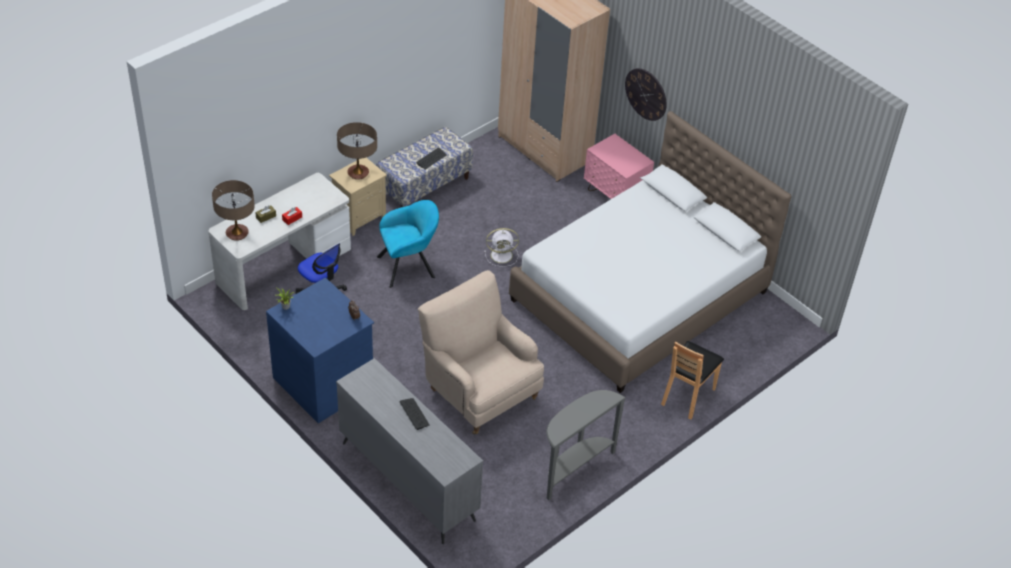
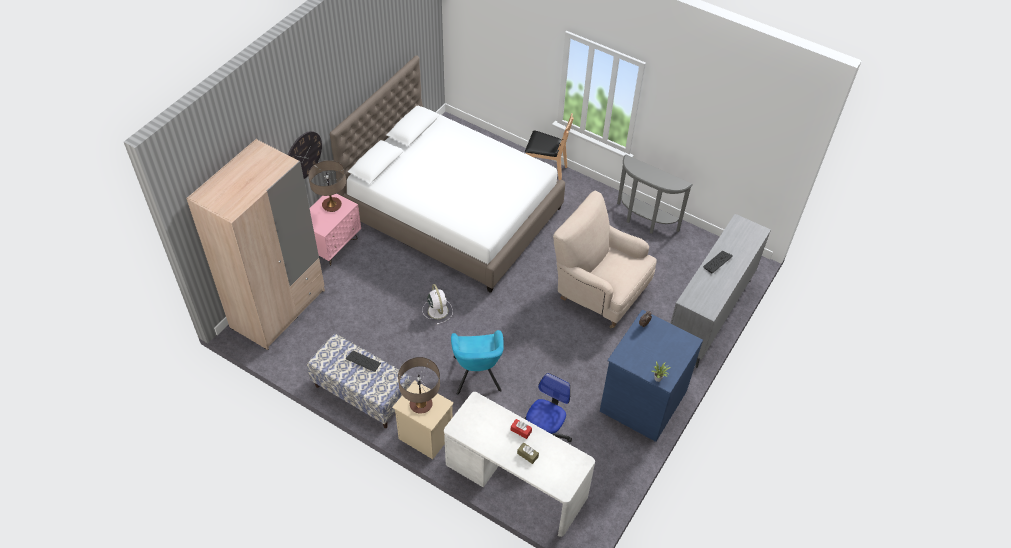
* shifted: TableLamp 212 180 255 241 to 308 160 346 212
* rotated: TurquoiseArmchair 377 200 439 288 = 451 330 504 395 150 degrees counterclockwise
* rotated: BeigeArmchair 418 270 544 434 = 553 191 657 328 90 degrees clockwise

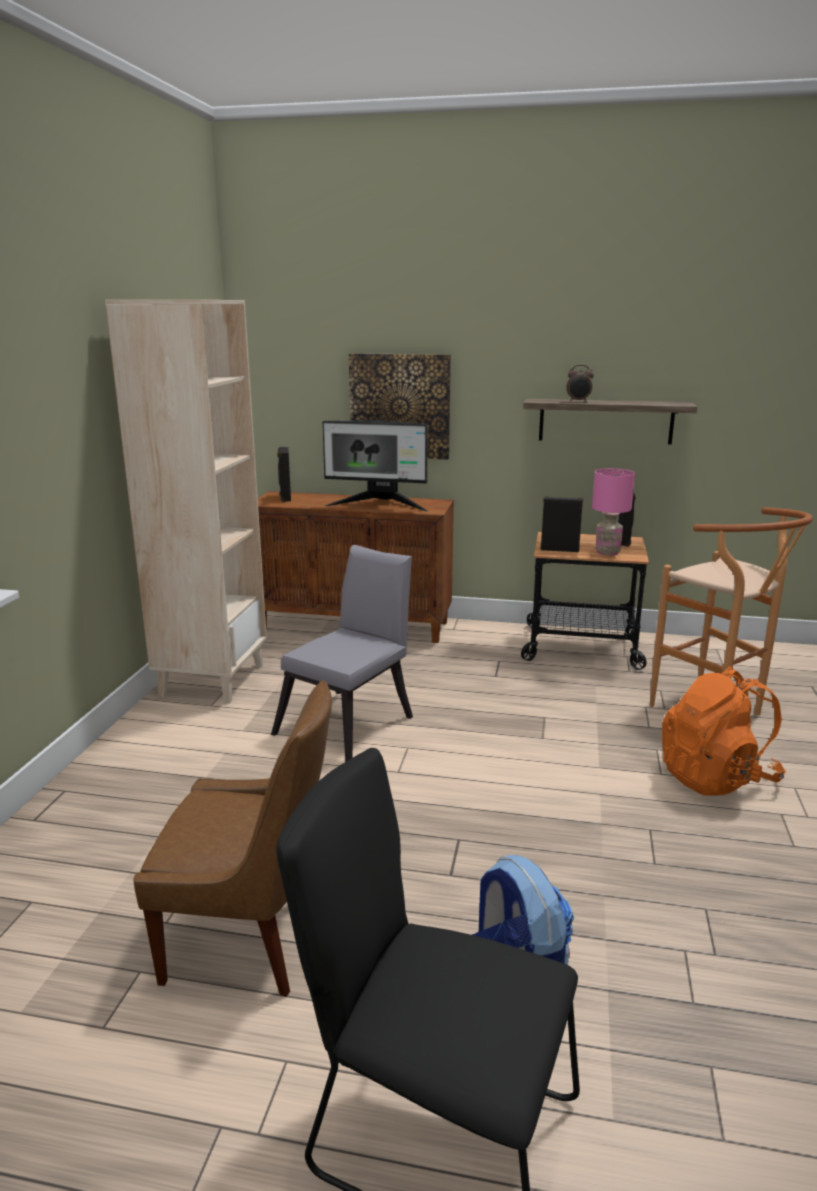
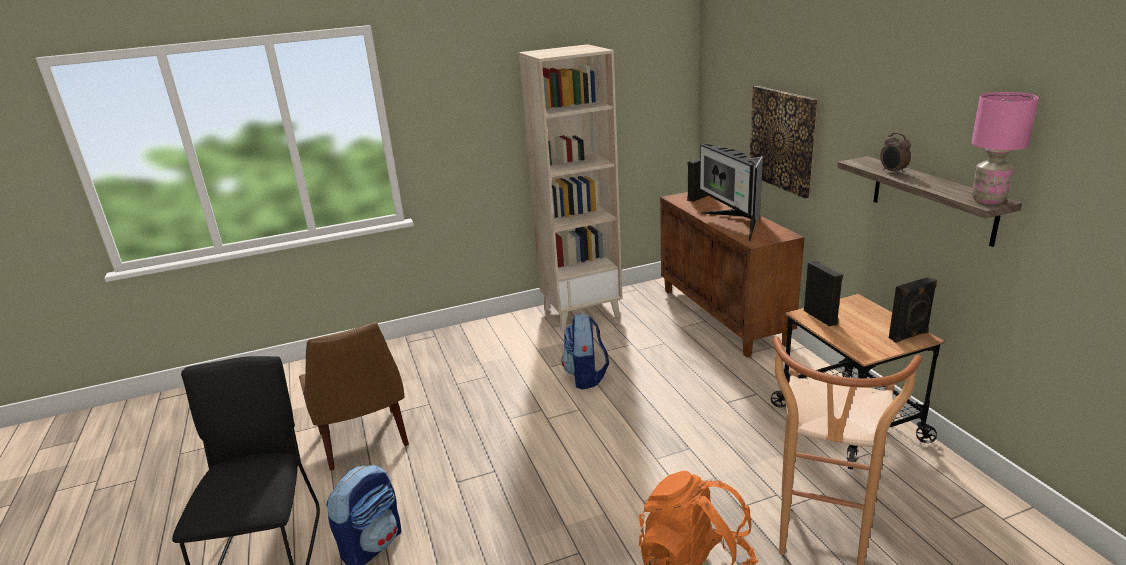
* swapped: GreyChair 271 545 413 762 to Backpack 561 313 609 390
* shifted: PinkTableLamp 592 468 635 556 to 972 92 1039 204

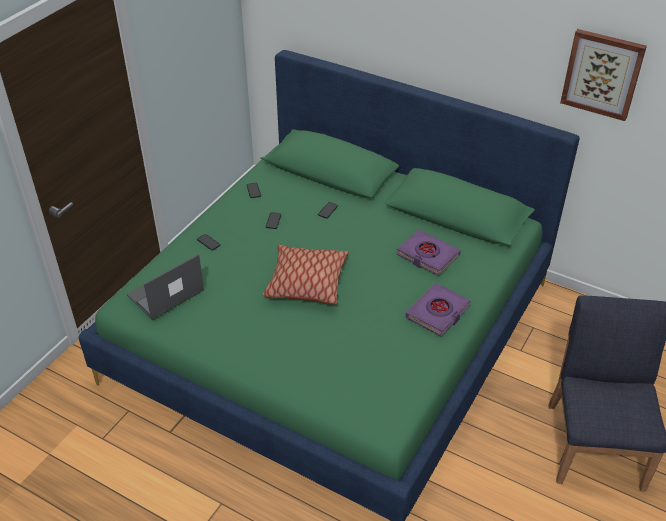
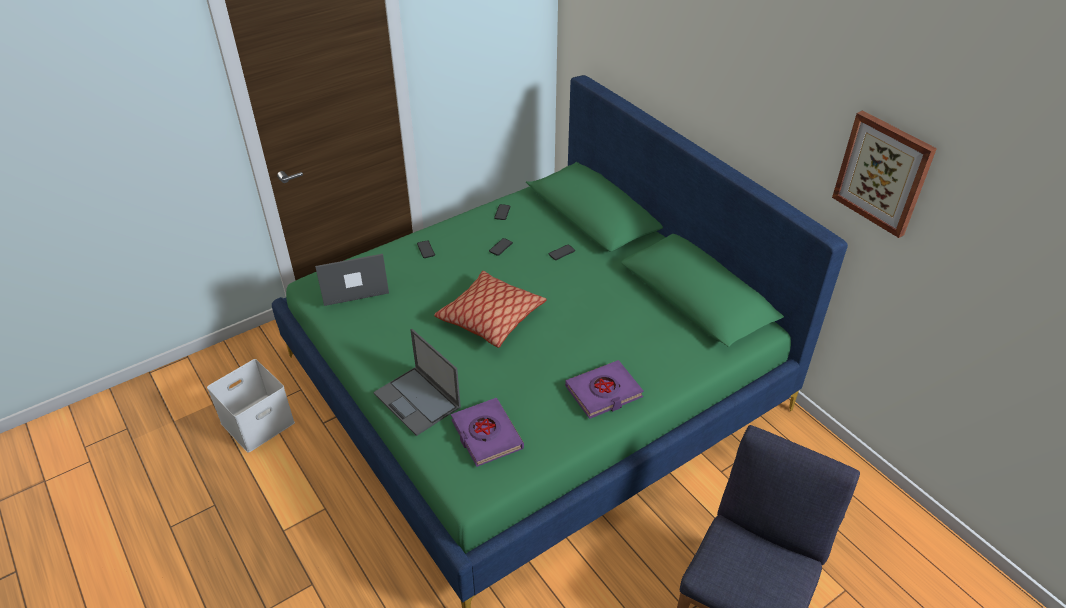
* new: WhiteStorageBox 207 359 295 453
* new: Laptop 373 329 461 436
* shifted: PurpleBook 397 230 461 276 to 451 398 524 467

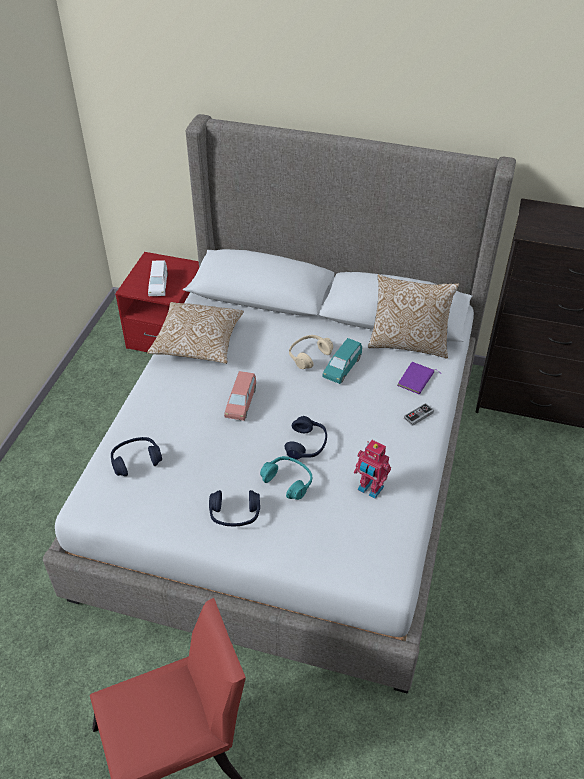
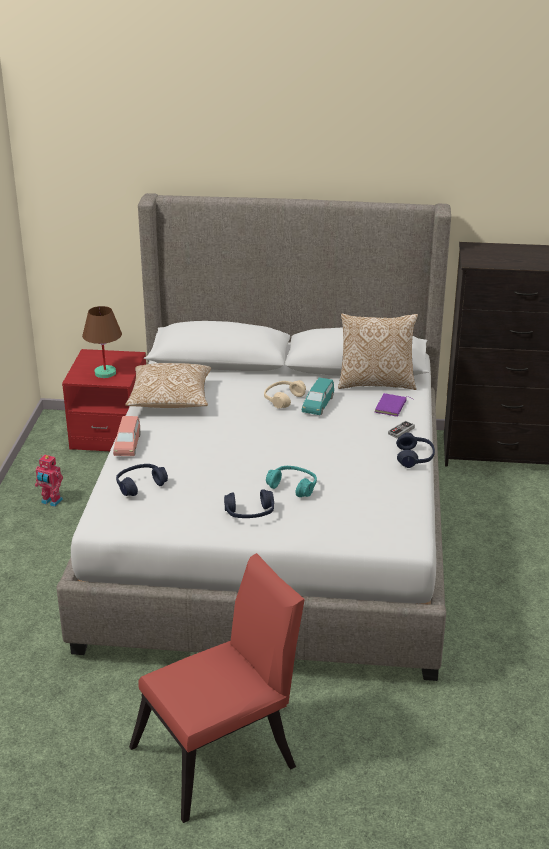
* shifted: ToyRobot 354 440 391 499 to 35 455 63 507
* swapped: WhiteToyCar 148 260 168 296 to BrownTableLamp 82 306 122 378
* shifted: PinkToyCar 224 371 256 421 to 113 416 140 456
* shifted: BlueHeadphones 285 416 327 460 to 396 432 435 468

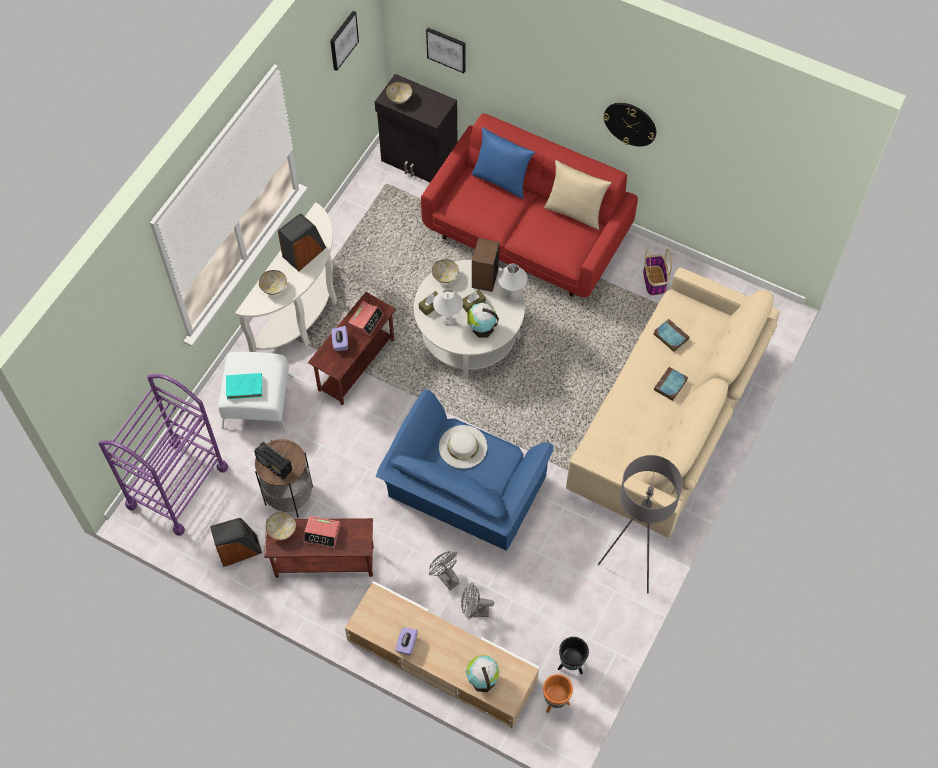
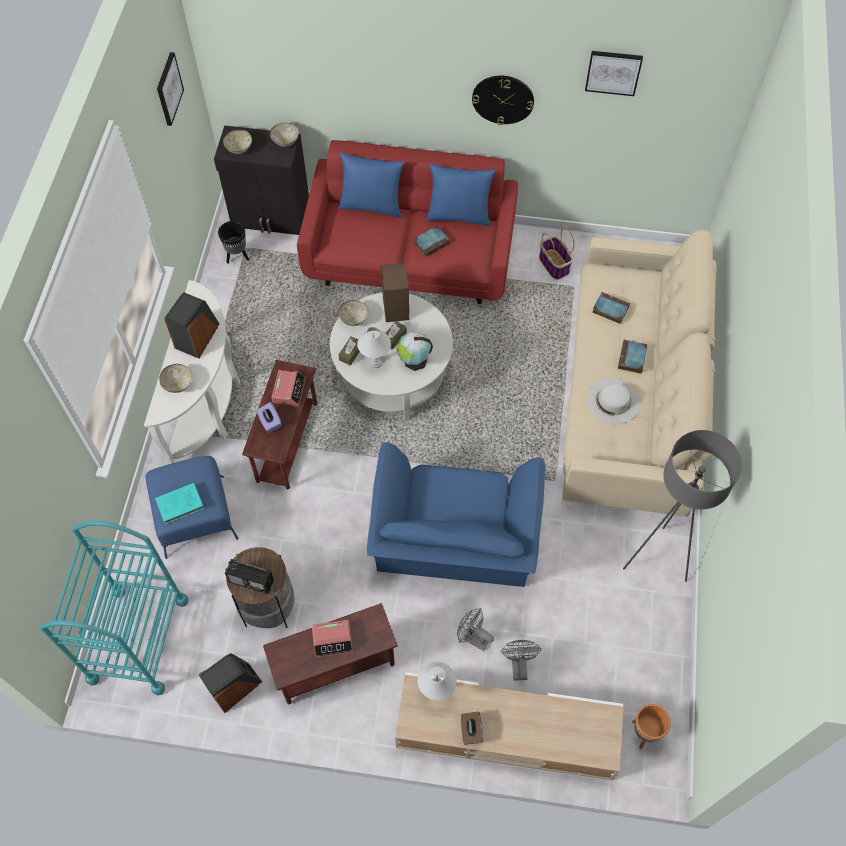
* repainted: PurpleCart 99 374 228 536 to TurquoiseCart 40 521 188 696
* repainted: WhiteOttoman 218 352 294 433 to BlueOttoman 146 456 238 559
* shifted: BlackPlanter 558 637 589 674 to 218 221 249 263
* shifted: Bowl 265 512 296 540 to 270 123 299 147
* new: Book 414 226 450 257
* shifted: WhiteTableLamp 498 263 528 300 to 418 662 456 700
* repainted: BeigePillow 544 160 612 230 to BluePillow 426 164 496 227
* repainted: PurpleTissueBox 395 627 418 655 to BrownTissueBox 461 711 483 745
* rotated: GreyFan 461 583 494 619 = 500 640 542 681 105 degrees clockwise
* shifted: Picture 426 28 466 73 to 585 51 643 96
* shifted: WhiteHat 439 425 487 469 to 587 378 641 424
* gone: Globe 466 655 500 692

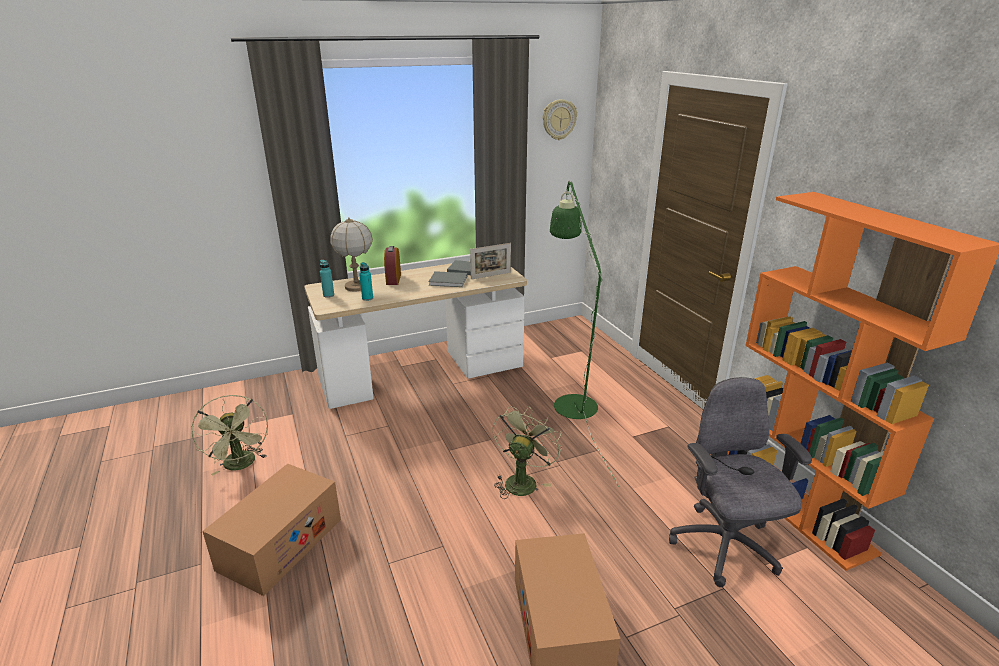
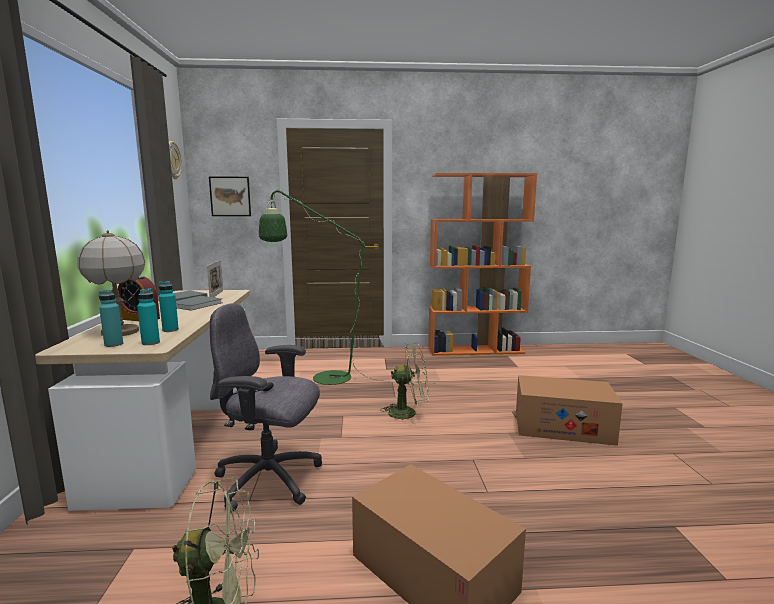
* new: TurquoiseBottle 137 288 160 345
* new: Picture 209 177 251 216
* shifted: GreyOfficeChair 669 377 812 587 to 210 303 322 513
* rotated: GreenFan 493 406 562 499 = 380 342 429 424 135 degrees clockwise

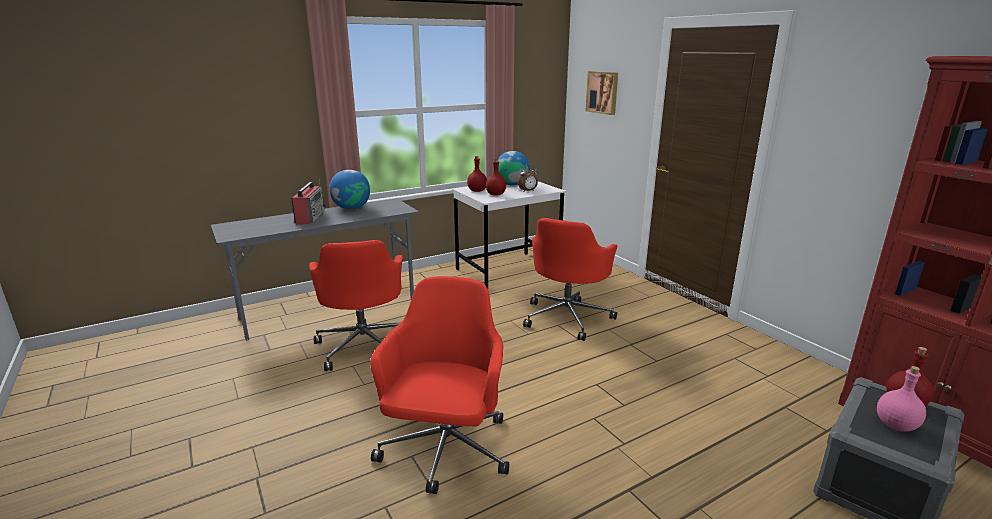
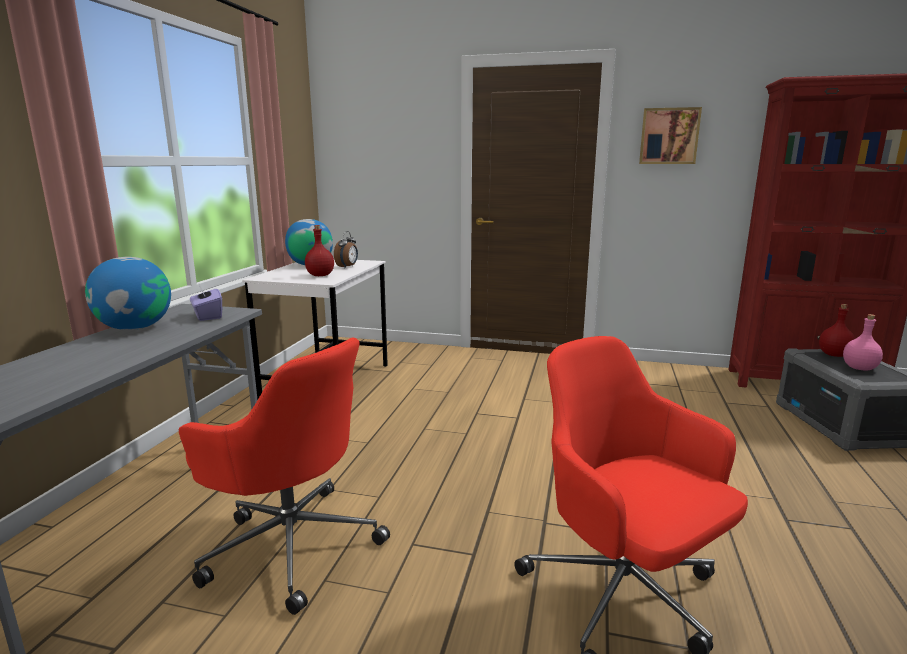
* new: PurpleTissueBox 190 284 222 321
* shifted: Picture 586 71 618 115 to 639 107 702 164
* gone: Radio 291 180 326 225
* gone: RedBottle 467 156 487 192
* gone: RedOfficeChair 523 218 618 341

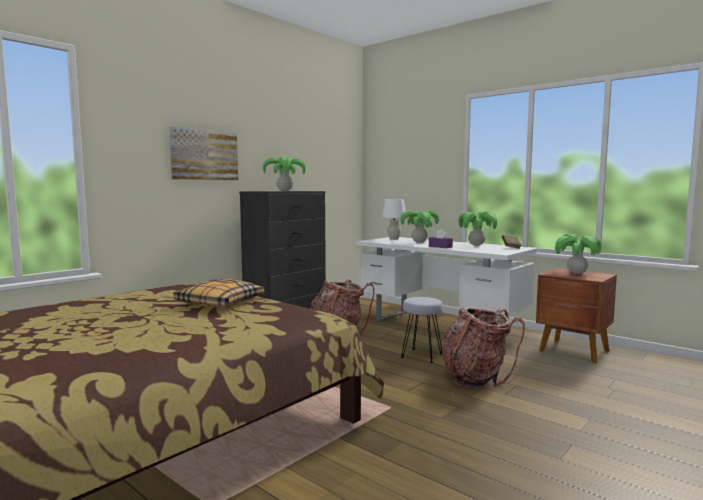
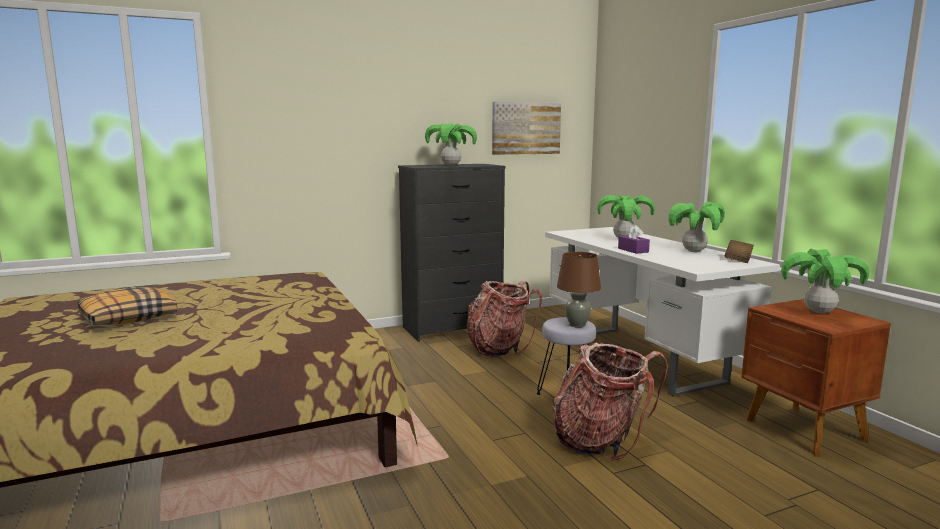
* shifted: Pillow 173 279 264 308 to 78 287 177 325
* shifted: Picture 169 126 238 180 to 492 102 561 155
* new: BrownTableLamp 557 252 601 328
* gone: WhiteTableLamp 382 199 405 240

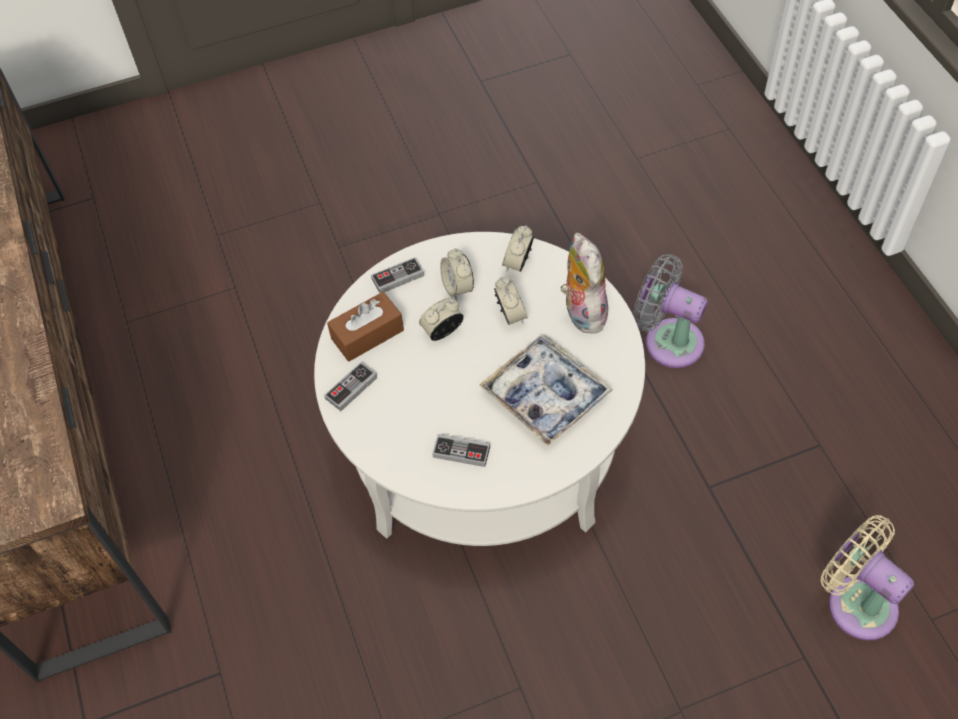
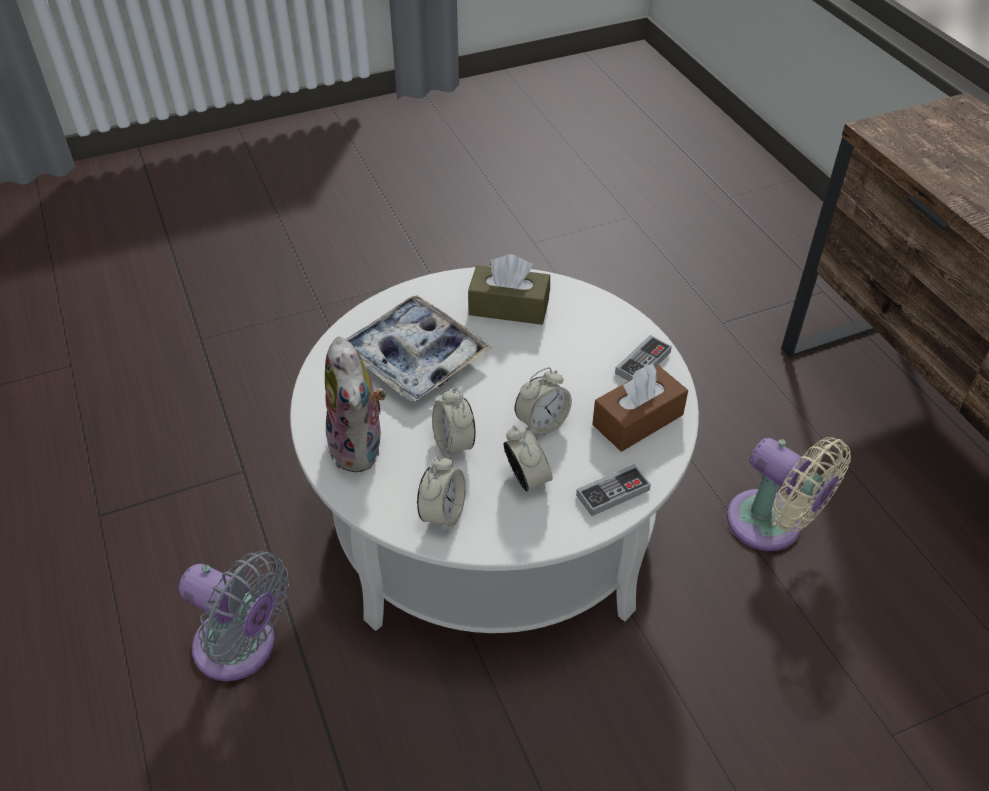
* swapped: GameController 432 434 490 467 to BrownTissueBox 468 255 550 325
* shifted: BeigeFan 821 515 914 640 to 727 437 851 551

